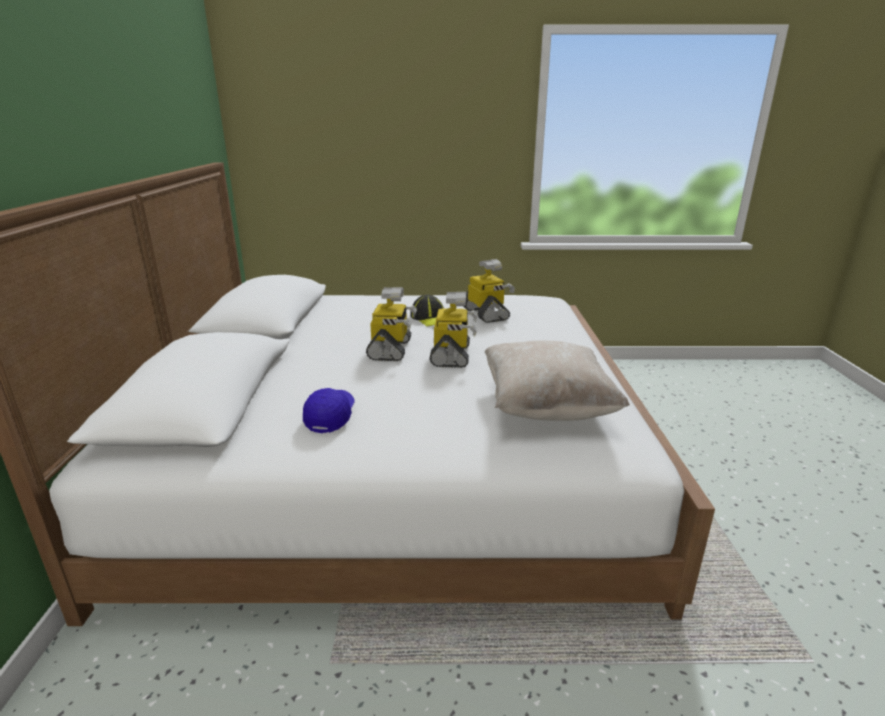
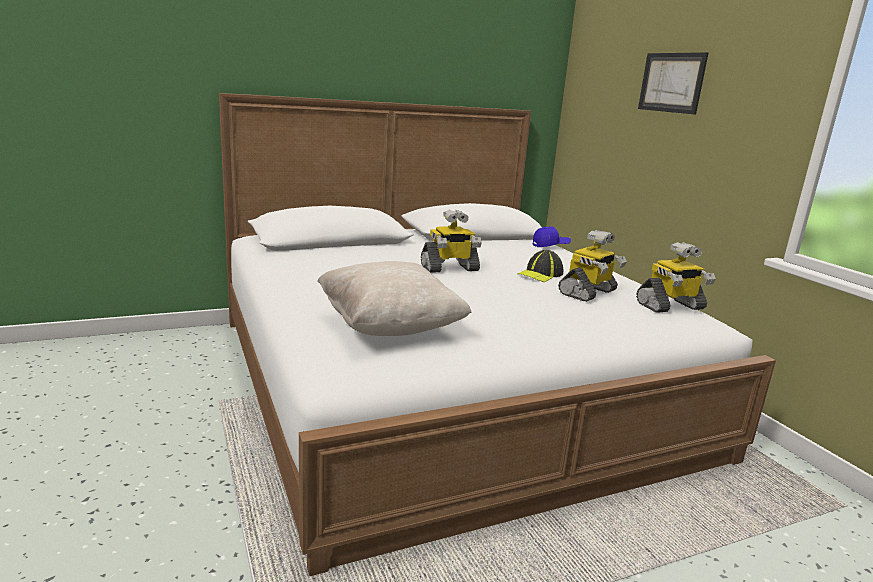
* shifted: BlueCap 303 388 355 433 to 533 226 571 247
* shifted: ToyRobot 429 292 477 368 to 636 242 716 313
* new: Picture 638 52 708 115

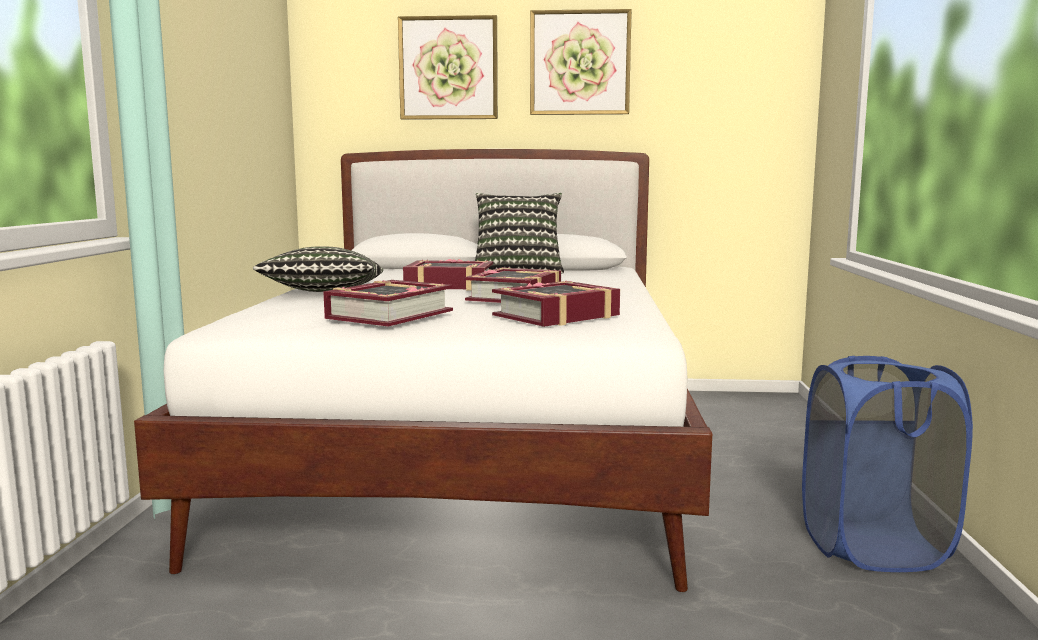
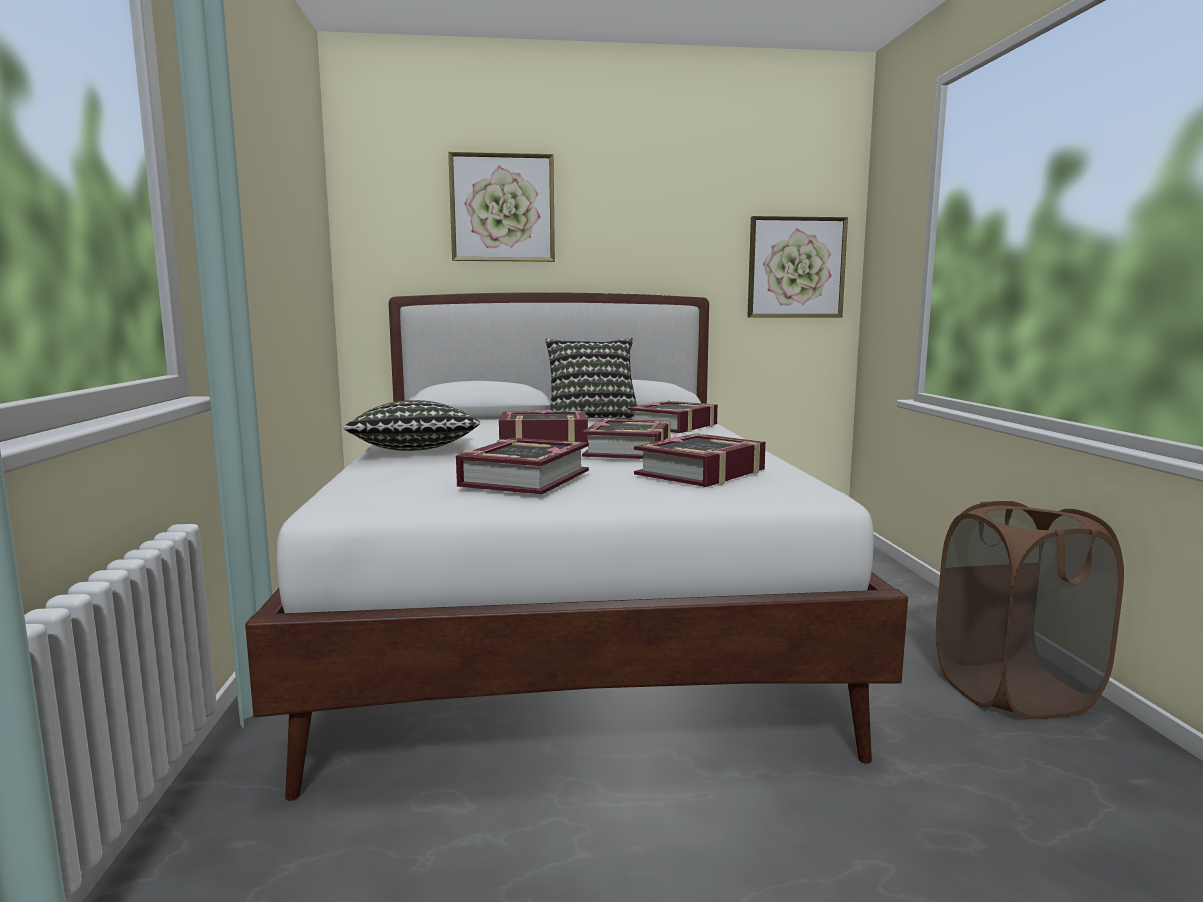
* new: Book 628 401 718 433
* shifted: Picture 530 9 632 115 to 747 216 848 318
* repainted: BlueLaundryBasket 802 356 973 572 to BrownLaundryBasket 936 501 1124 719

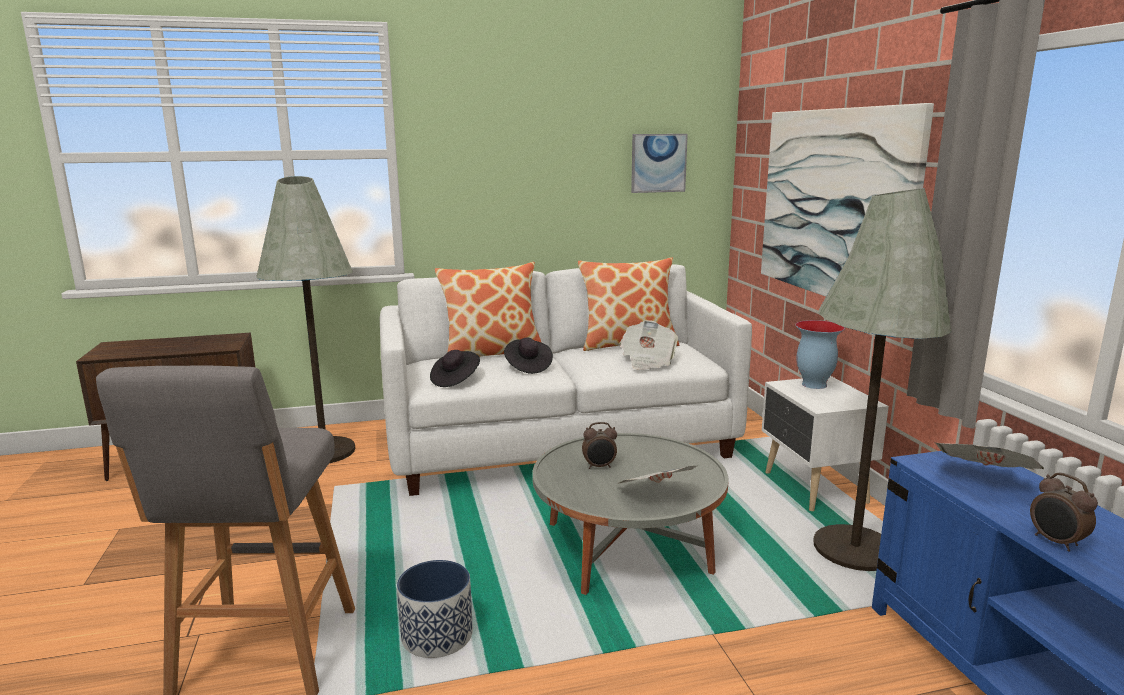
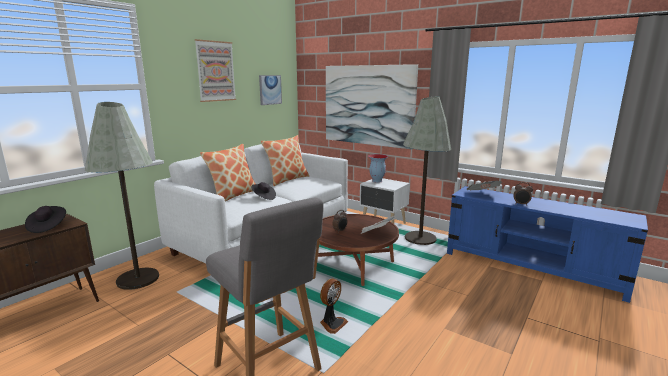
* shifted: BlackHat 430 350 480 387 to 25 206 66 233
* new: Picture 194 39 236 102
* repainted: GreyCoffeeTable 532 433 729 595 to BrownCoffeeTable 318 214 399 286
* swapped: Planter 397 560 473 658 to Fan 320 279 348 334
* gone: Newspaper 620 320 678 370

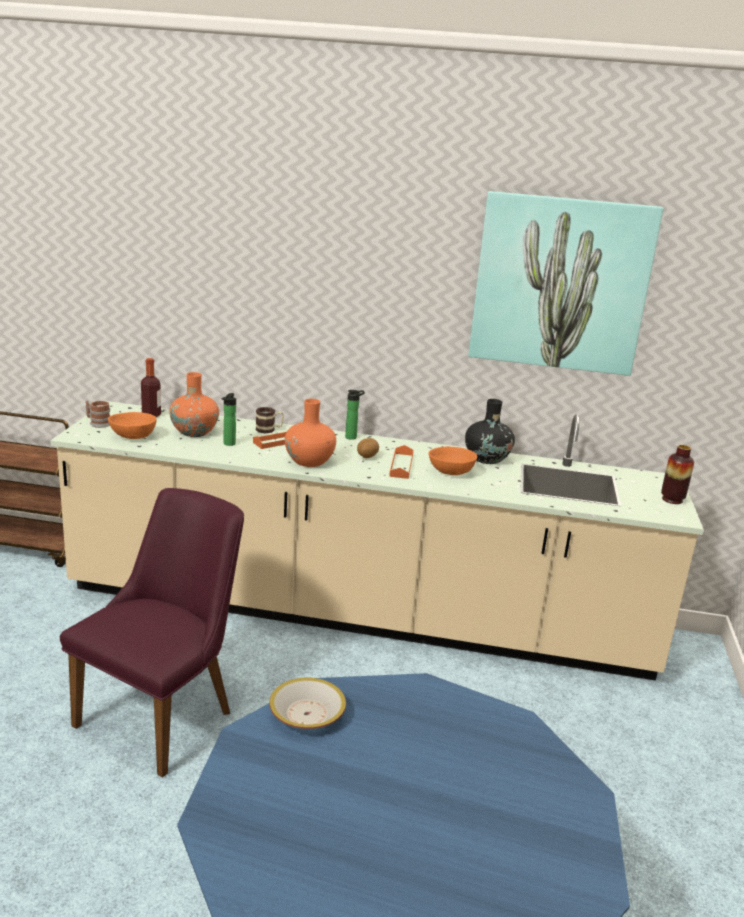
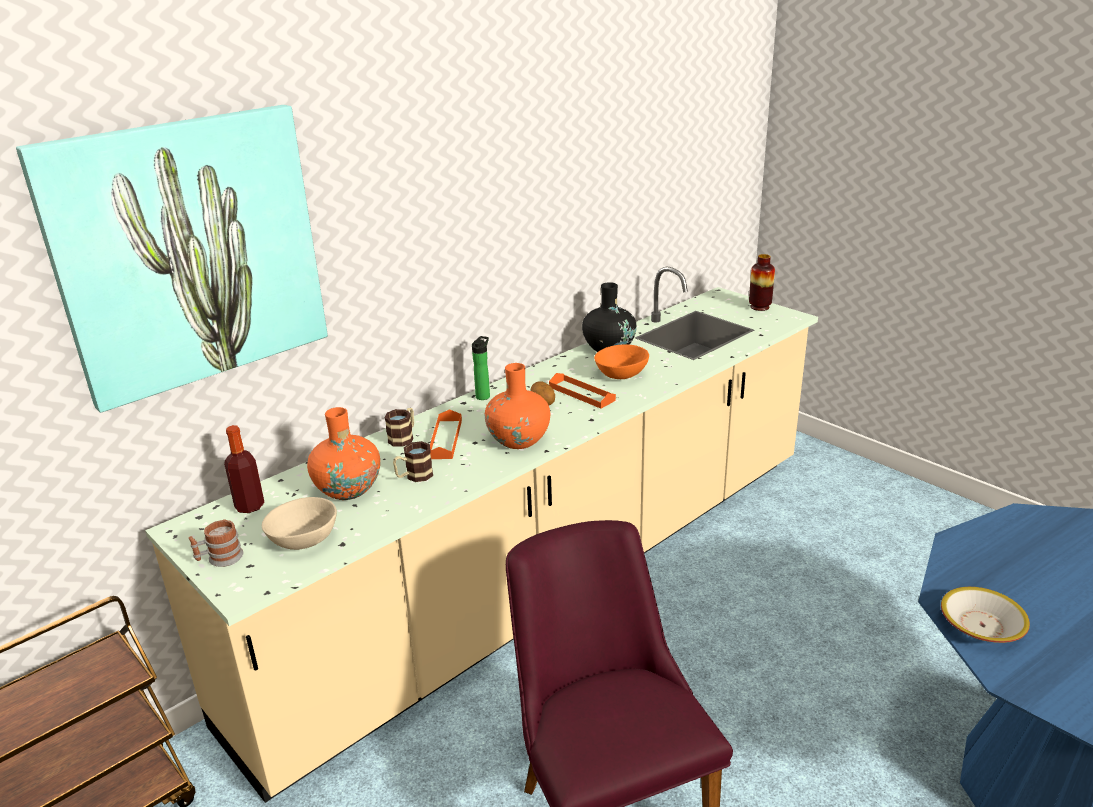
* shifted: Picture 469 191 664 376 to 16 105 328 413
* repainted: OrangeBowl 108 412 156 439 to BeigeBowl 262 497 337 550
* swapped: Bottle 221 393 236 446 to Mug 393 441 433 482

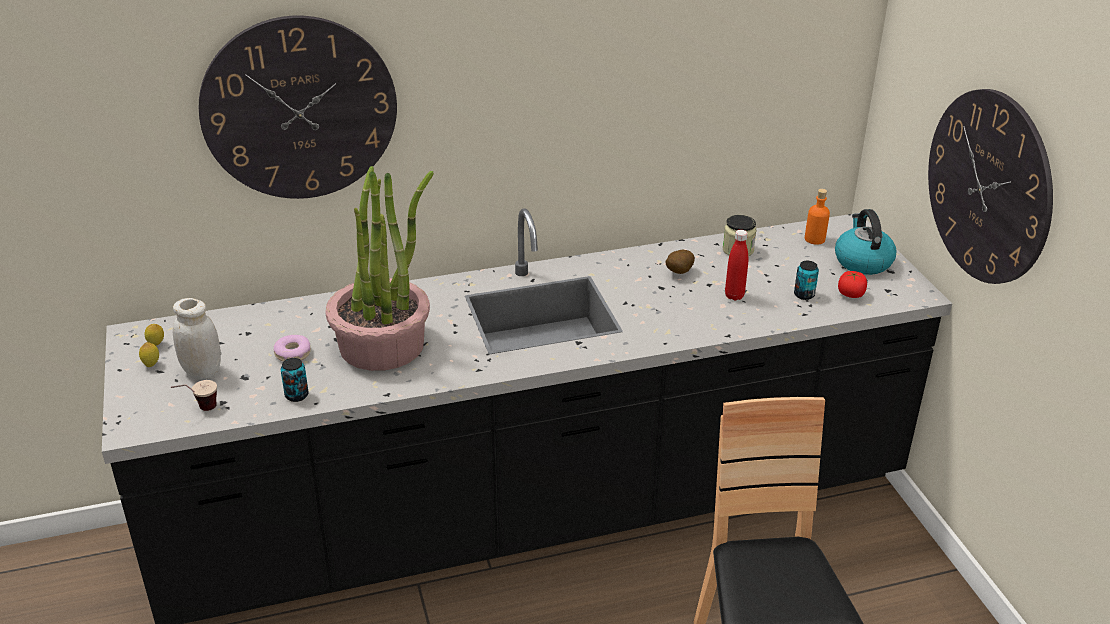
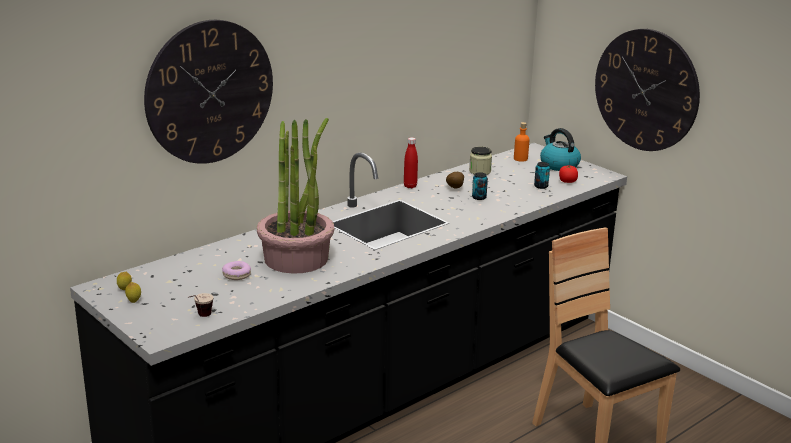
* shifted: RedBottle 725 230 748 300 to 404 137 418 188
* shifted: Can 281 358 309 402 to 472 172 488 200
* gone: WhiteJar 173 298 221 379

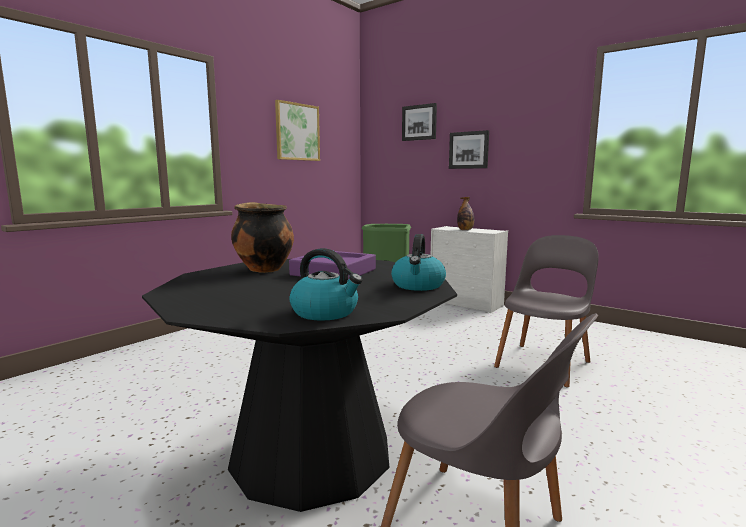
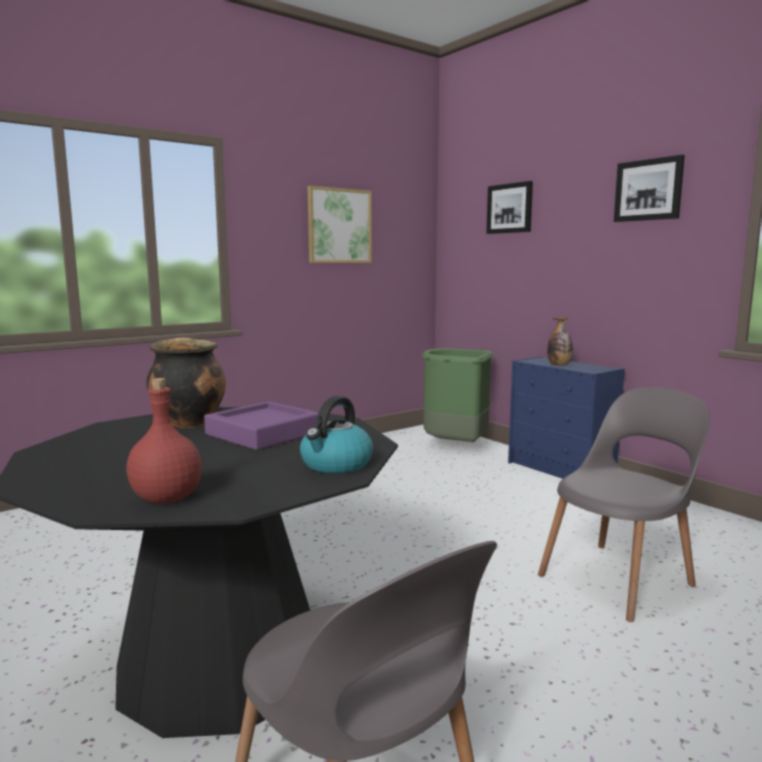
* swapped: Kettle 290 248 362 321 to RedBottle 126 378 202 504
* repainted: WhiteDresser 431 226 508 313 to BlueDresser 508 356 625 479
* shifted: Picture 449 130 489 169 to 614 155 685 222

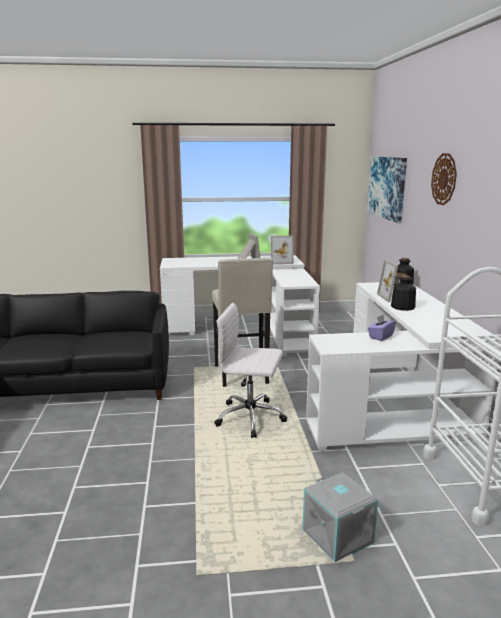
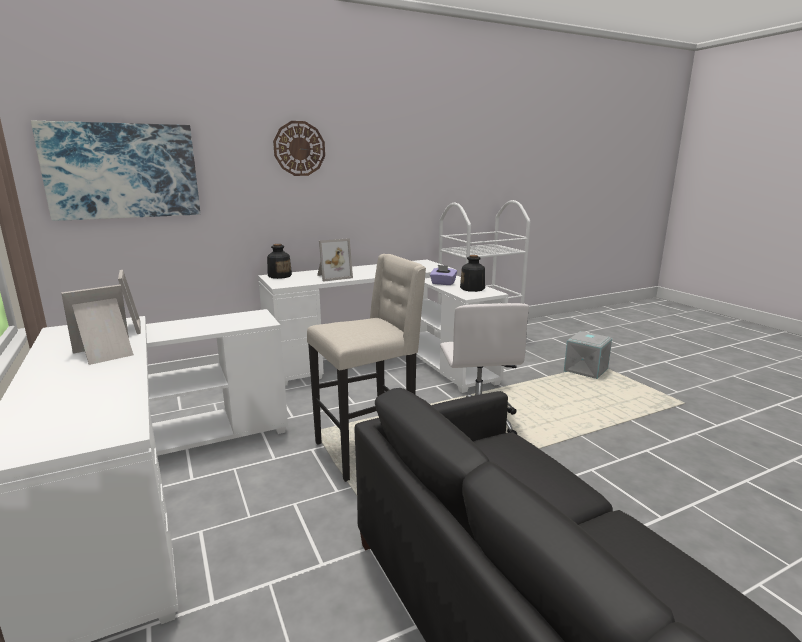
* shifted: Bottle 391 275 416 311 to 460 255 485 292

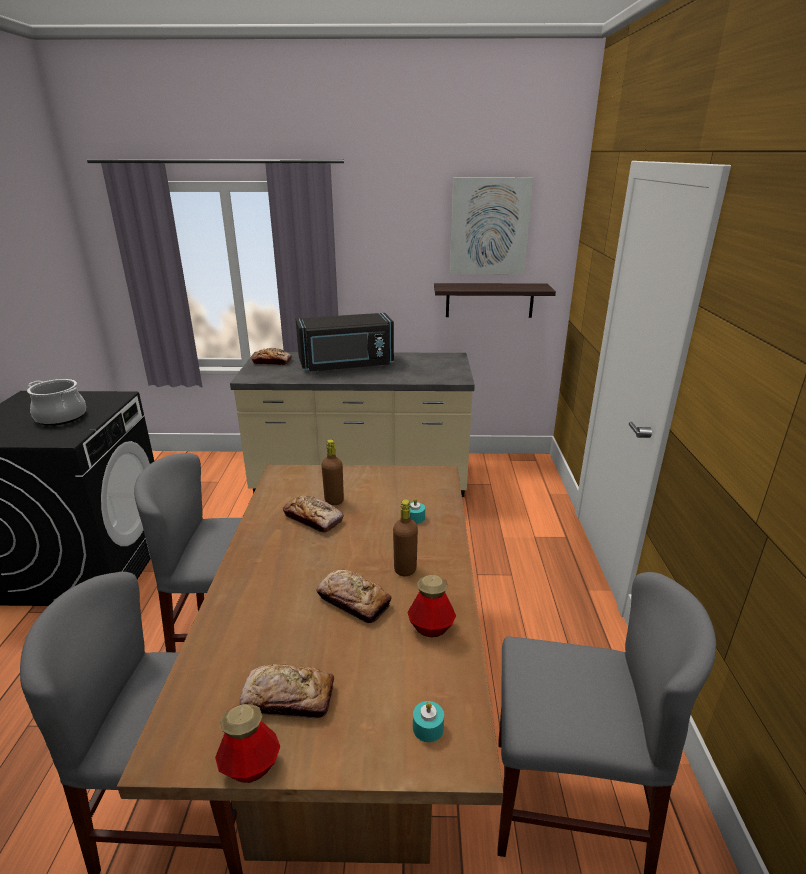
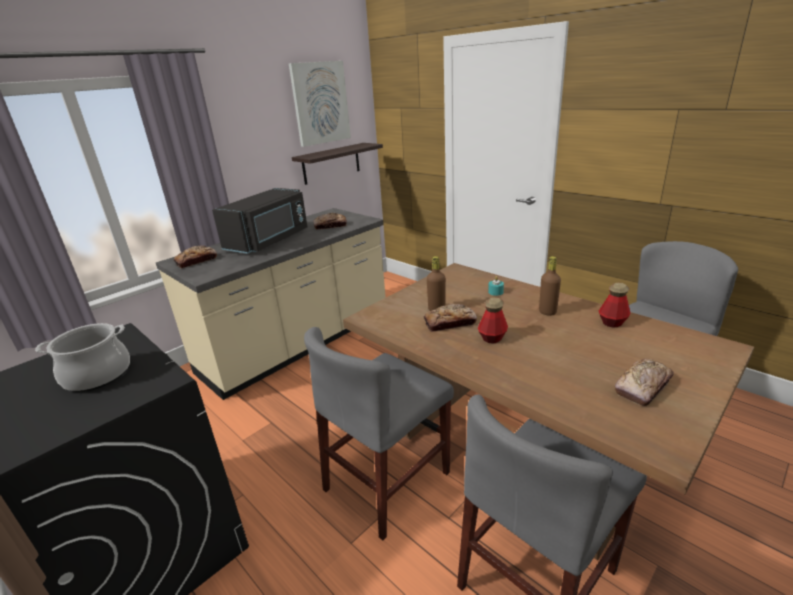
* shifted: Bread 317 570 392 623 to 313 213 347 229
* shifted: Bottle 215 704 280 783 to 478 297 508 344
* gone: TurquoiseCandle 413 701 444 742

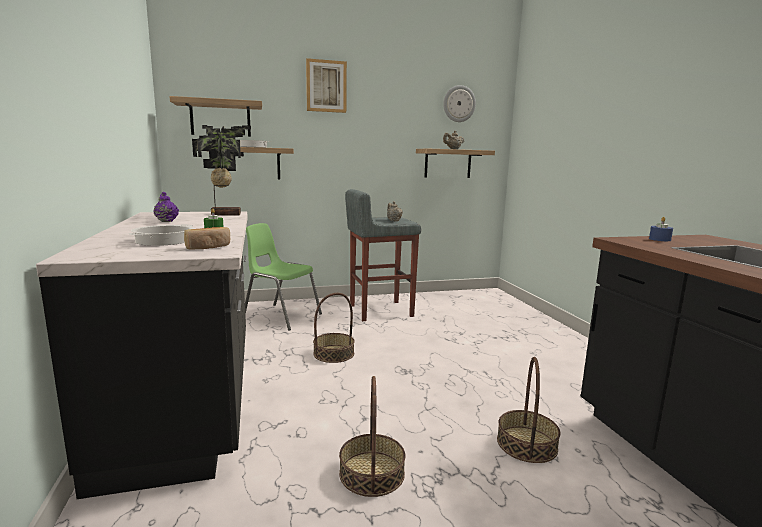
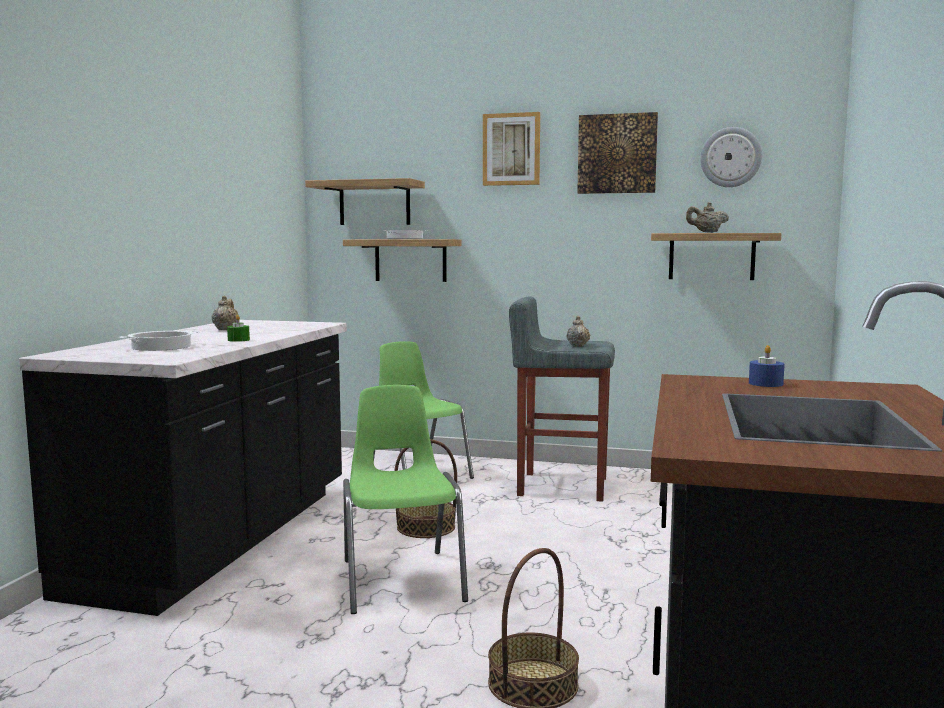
* repainted: PurpleTeapot 153 192 179 222 to BeigeTeapot 212 295 240 330
* new: GreenChair 343 385 468 614
* new: Picture 577 112 658 194
* gone: Bread 184 227 230 250
* gone: PottedPlant 192 125 251 216
* gone: Basket 339 376 405 497

